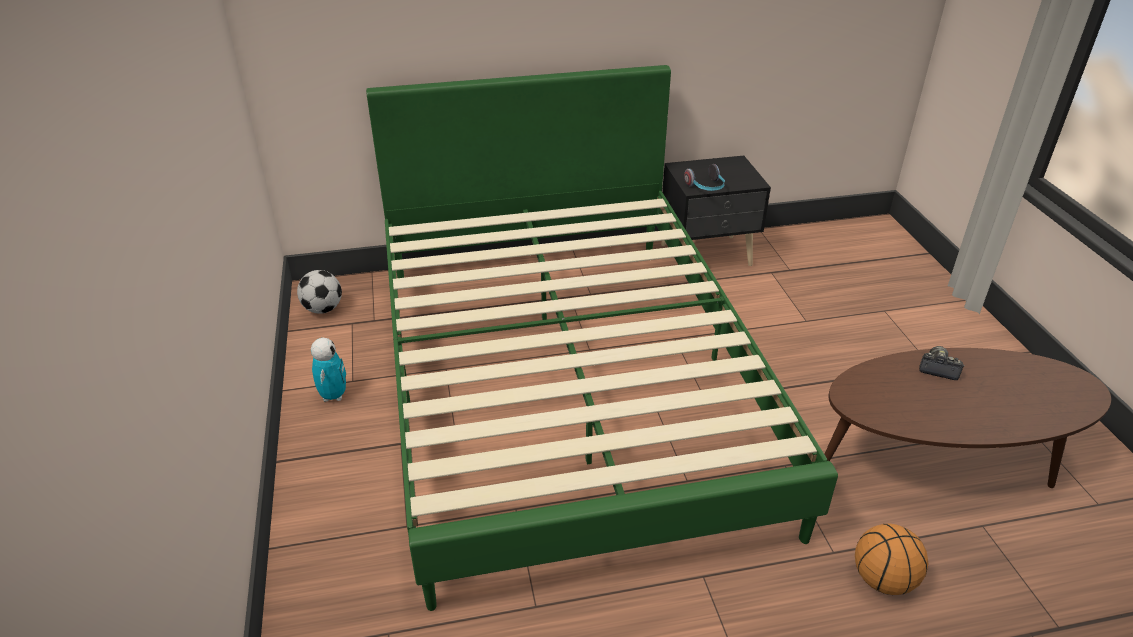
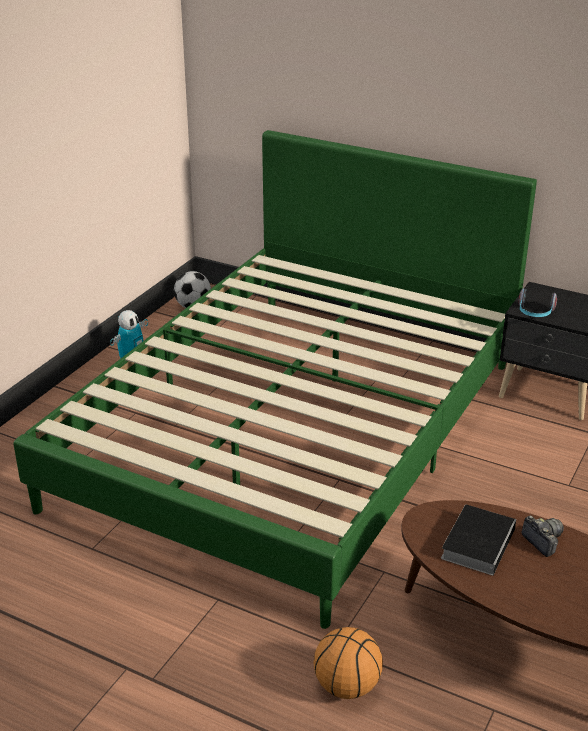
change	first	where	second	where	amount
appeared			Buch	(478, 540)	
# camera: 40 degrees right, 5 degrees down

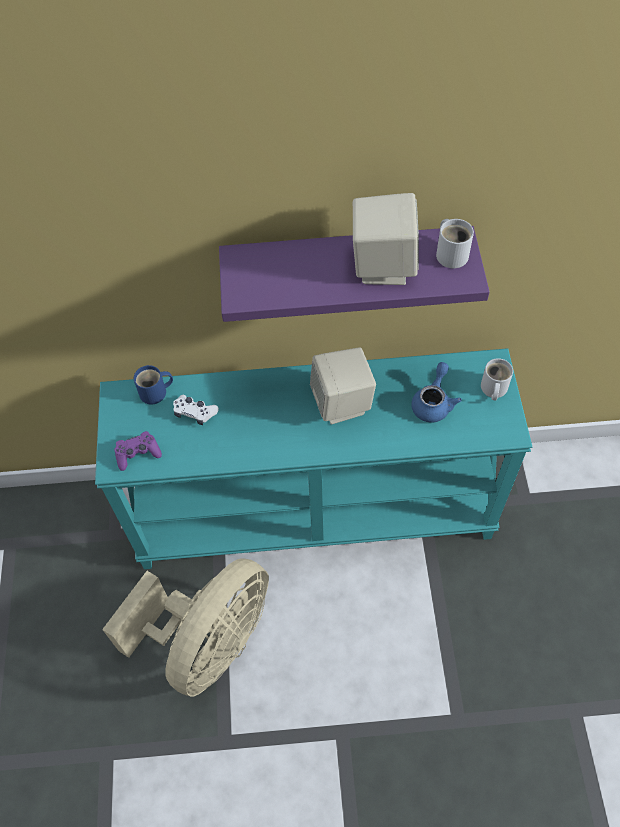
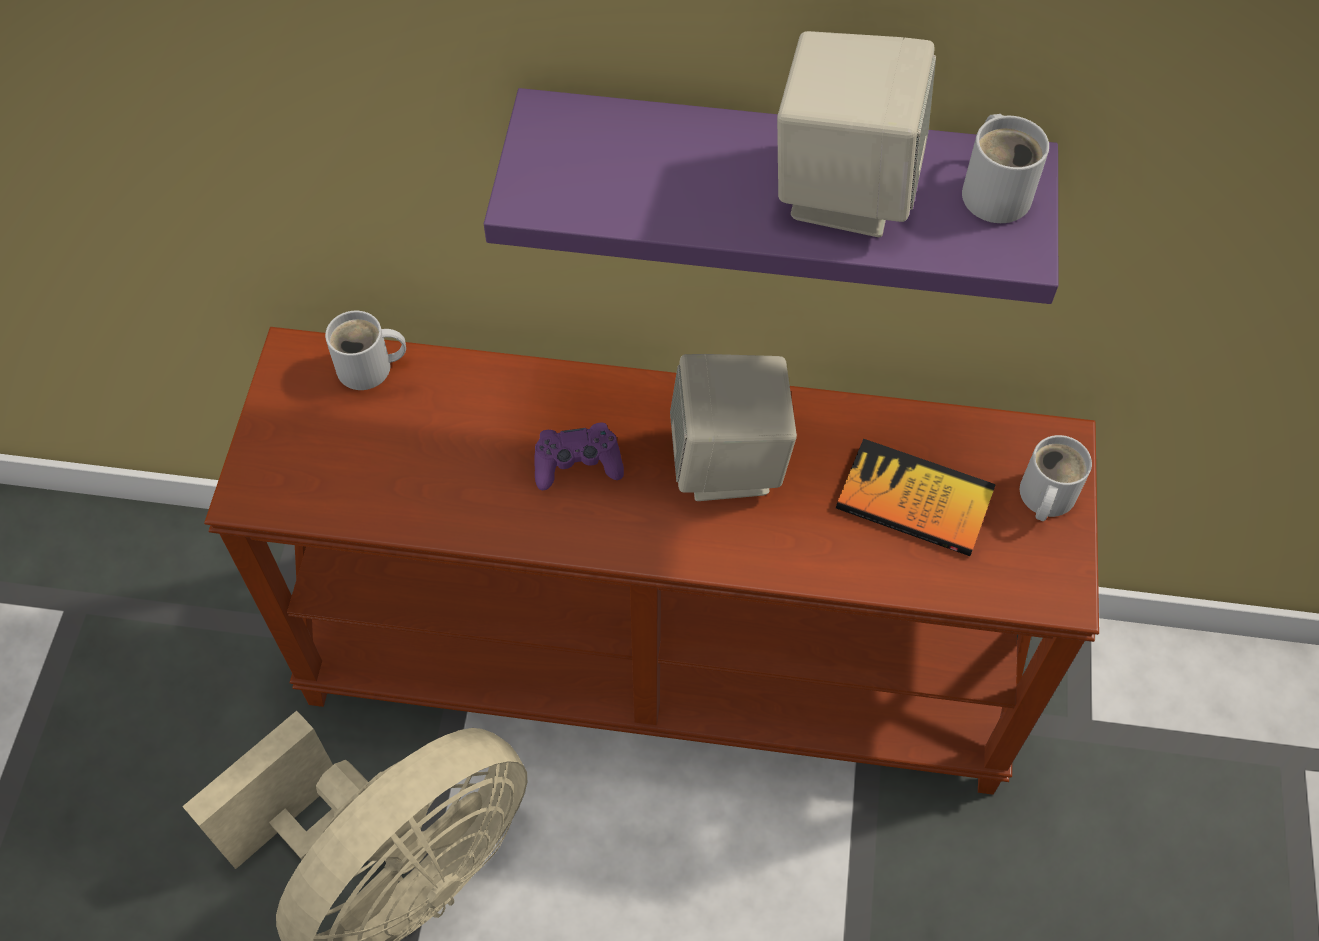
change	first	where	second	where	amount
missing	Gamepad [weiß]	(196, 410)			
relocated	Gamepad [lila]	(138, 451)		(579, 456)	
exchanged	Teekanne [blau]	(436, 392)	Buch	(916, 497)	
colour	Konsolentisch [türkis]	(314, 458)	Konsolentisch [braun]	(651, 561)	
colour	Henkelbecher [blau]	(153, 384)	Henkelbecher [weiß]	(365, 350)	
# camera: 10 degrees right, 0 degrees up

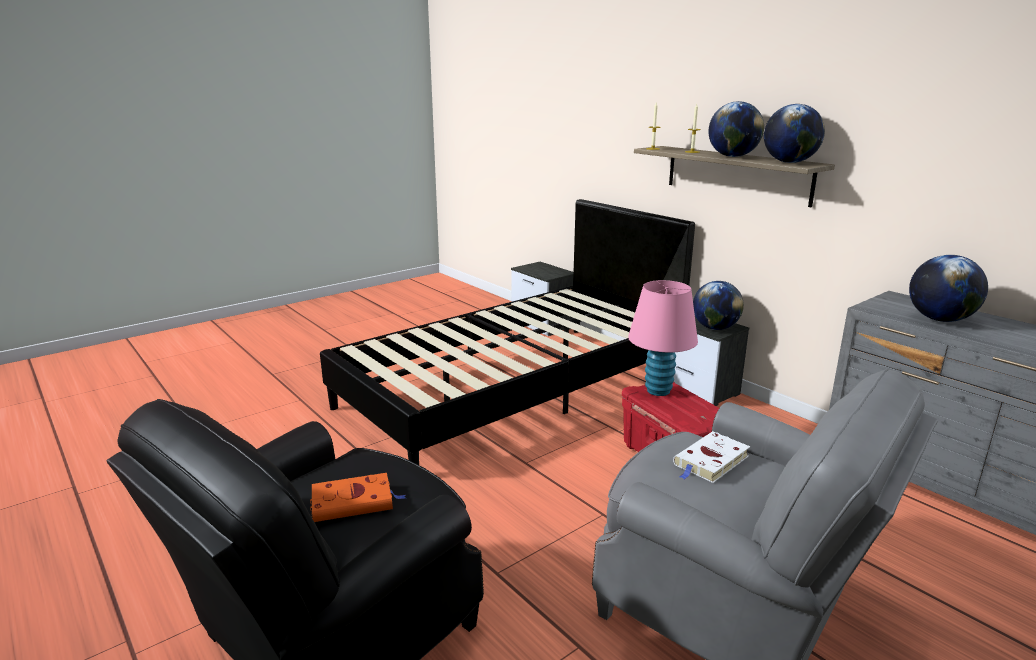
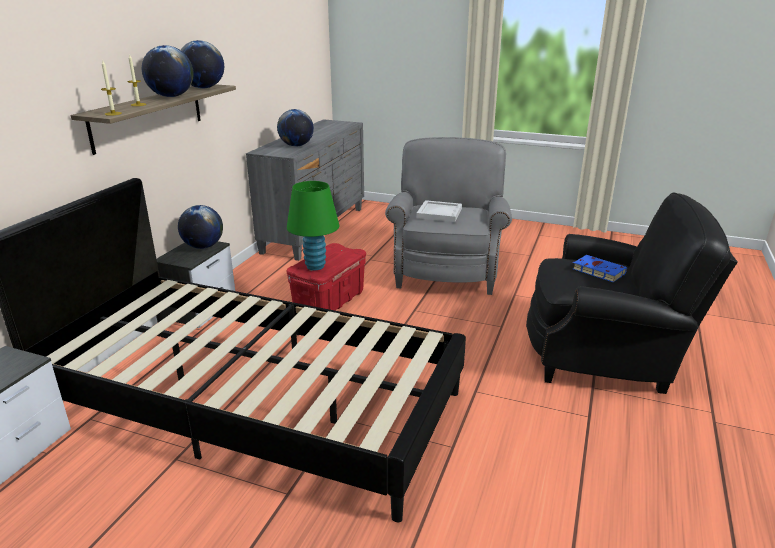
change	first	where	second	where	amount
exchanged	Buch [weiß]	(711, 457)	Tablett [weiß]	(439, 211)	
colour	Buch [orange]	(358, 497)	Buch [blau]	(599, 268)	
colour	Tischlampe [rosa]	(663, 338)	Tischlampe [grün]	(313, 225)	
# camera: 120 degrees left, 5 degrees up

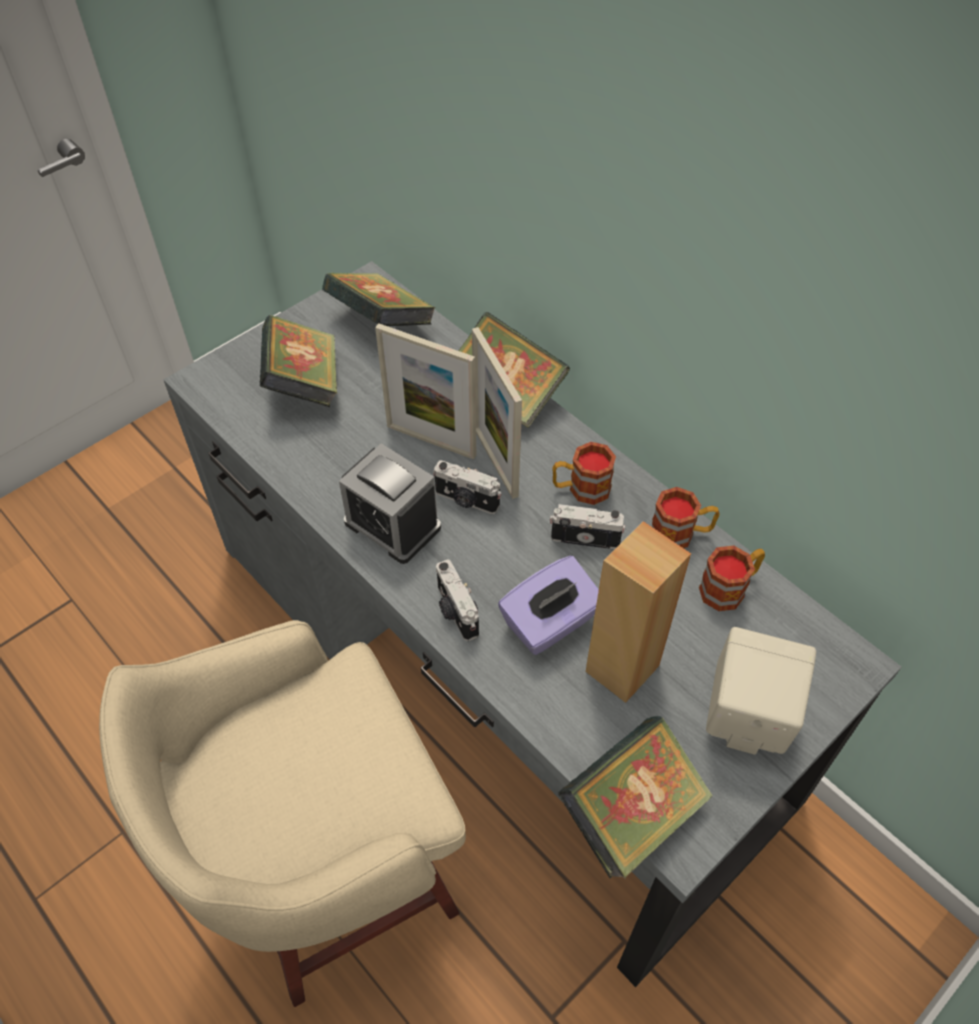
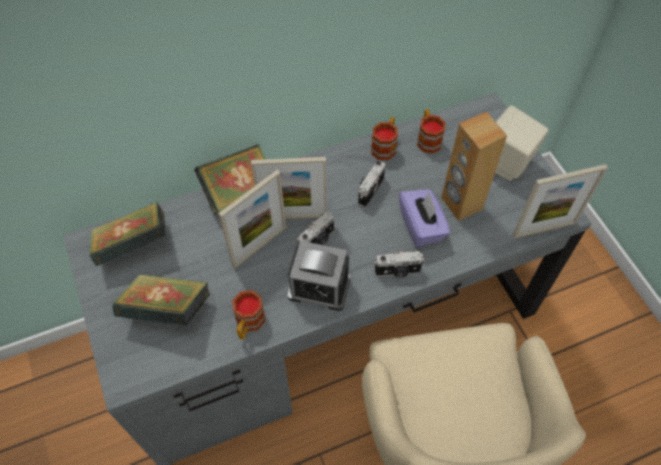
change	first	where	second	where	amount
relocated	Henkelbecher	(584, 473)		(248, 314)	
exchanged	Buch	(635, 797)	Bilderrahmen	(560, 201)	
spun	Wecker	(390, 503)		(319, 276)	45 degrees clockwise
# camera: 70 degrees left, 5 degrees up

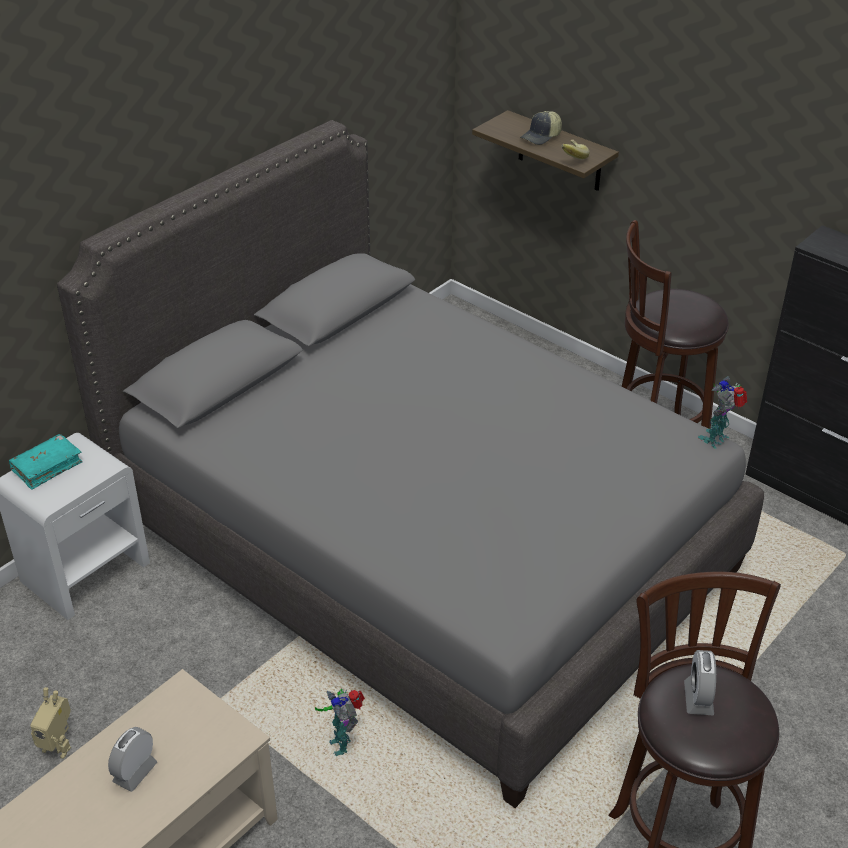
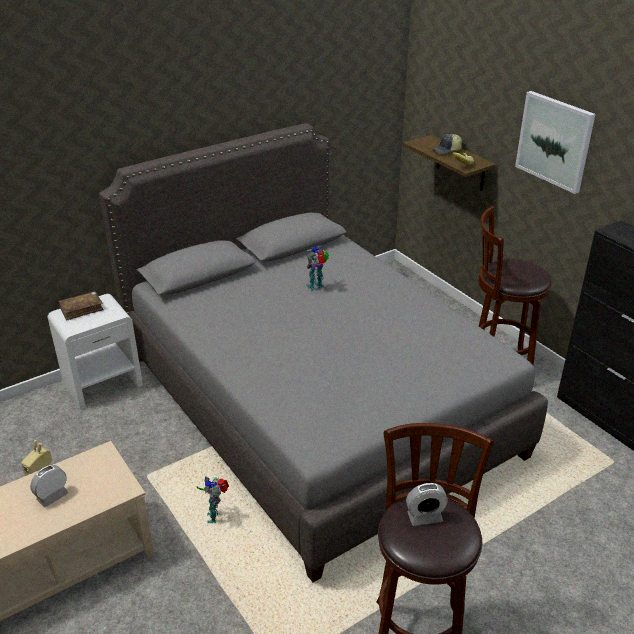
change	first	where	second	where	amount
appeared			Bild	(555, 142)	
relocated	Spielzeugroboter	(722, 412)		(317, 269)	
colour	Buch [türkis]	(46, 462)	Buch [braun]	(81, 305)	
spun	Wecker	(700, 682)		(427, 504)	120 degrees counterclockwise
# camera: 15 degrees right, 5 degrees down

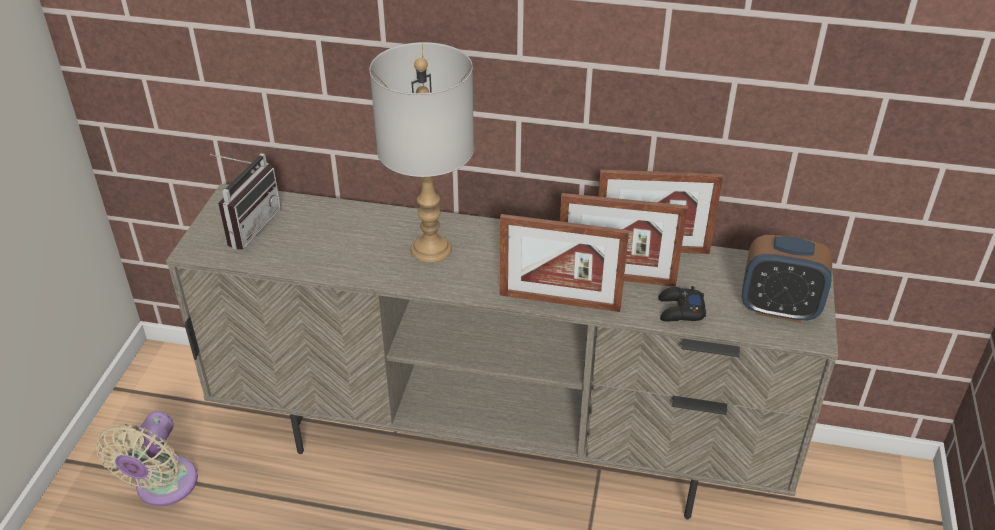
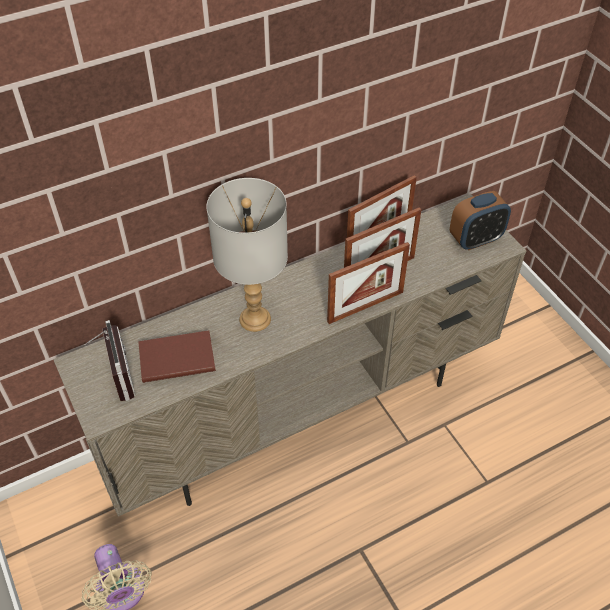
change	first	where	second	where	amount
missing	Gamepad [schwarz]	(682, 304)			
appeared			Buch [braun]	(177, 356)	
# camera: 40 degrees left, 10 degrees up

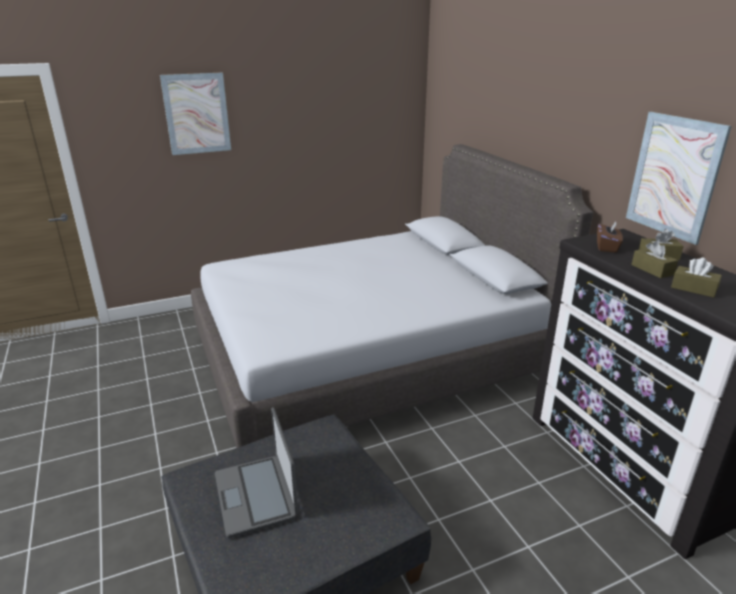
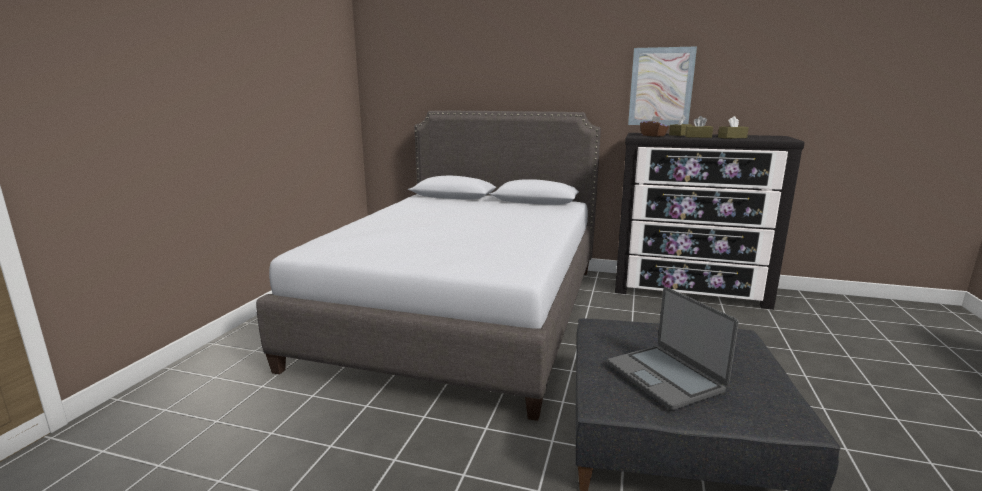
change	first	where	second	where	amount
missing	Bild	(195, 114)			
spun	Laptop	(256, 472)		(673, 348)	45 degrees clockwise
# camera: 50 degrees left, 10 degrees down

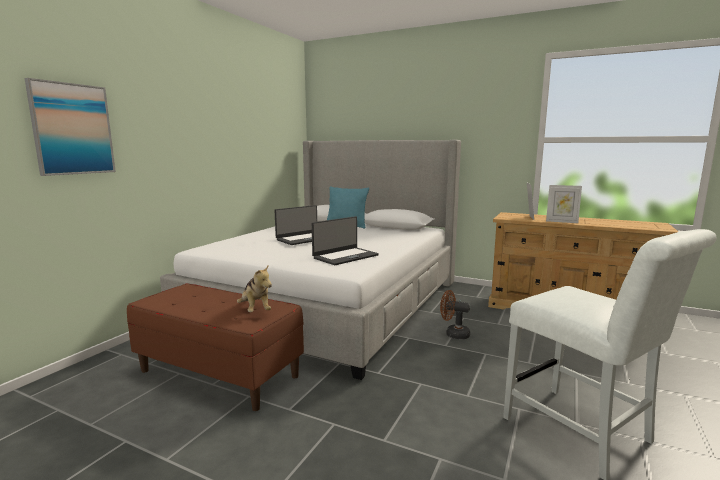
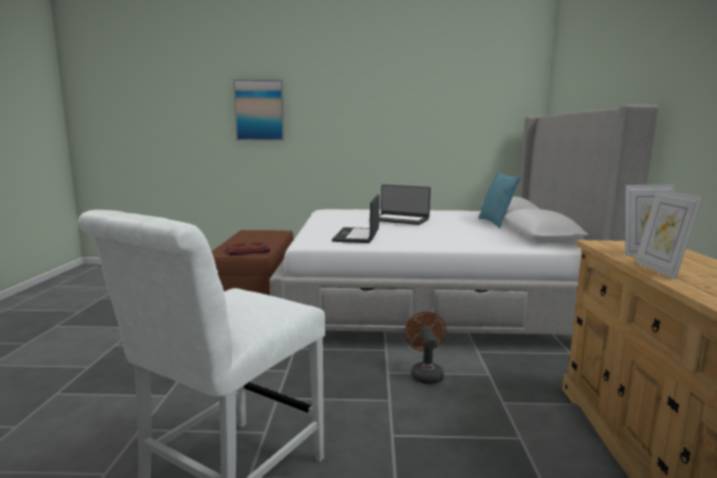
change	first	where	second	where	amount
exchanged	Plüschtier	(254, 288)	Buch	(248, 249)	
spun	Laptop	(345, 240)		(356, 218)	75 degrees clockwise
# camera: 65 degrees right, 0 degrees up

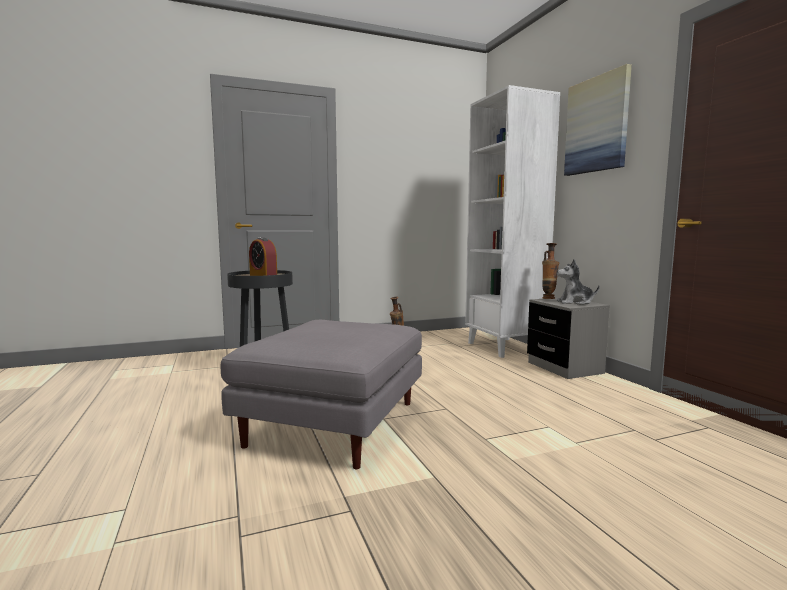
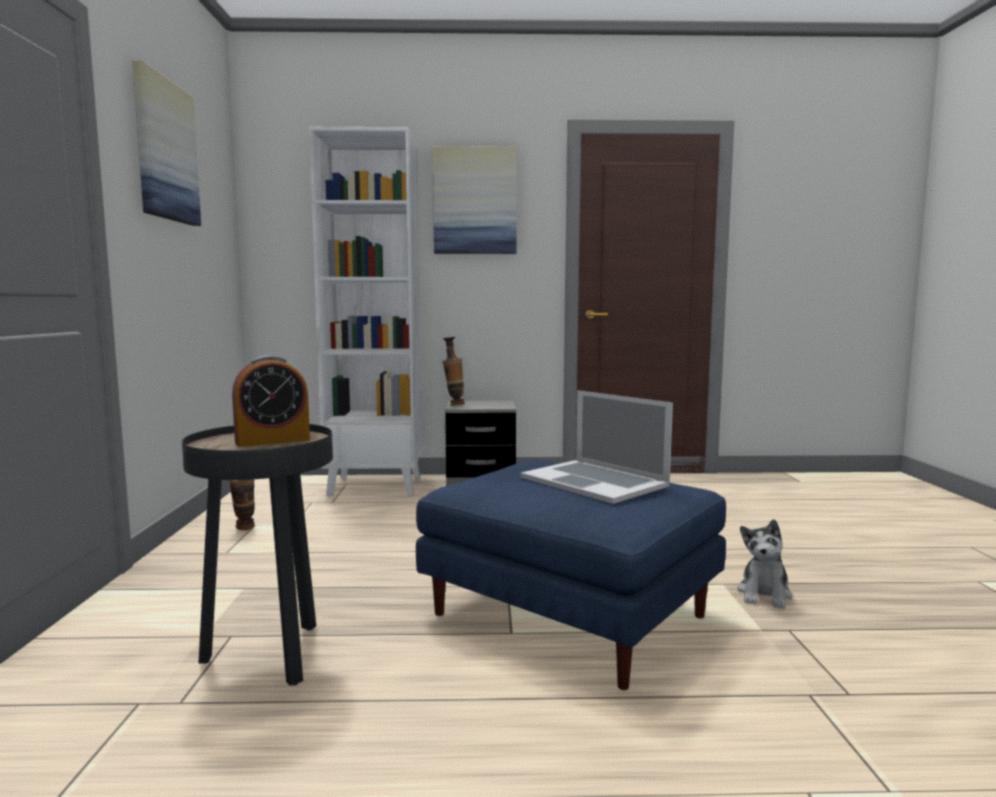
change	first	where	second	where	amount
appeared			Bild	(166, 143)	
appeared			Laptop	(596, 447)	
relocated	Plüschtier	(578, 282)		(765, 564)	
colour	Polsterhocker [grau]	(321, 394)	Polsterhocker [blau]	(571, 575)	
# camera: 70 degrees left, 0 degrees up

